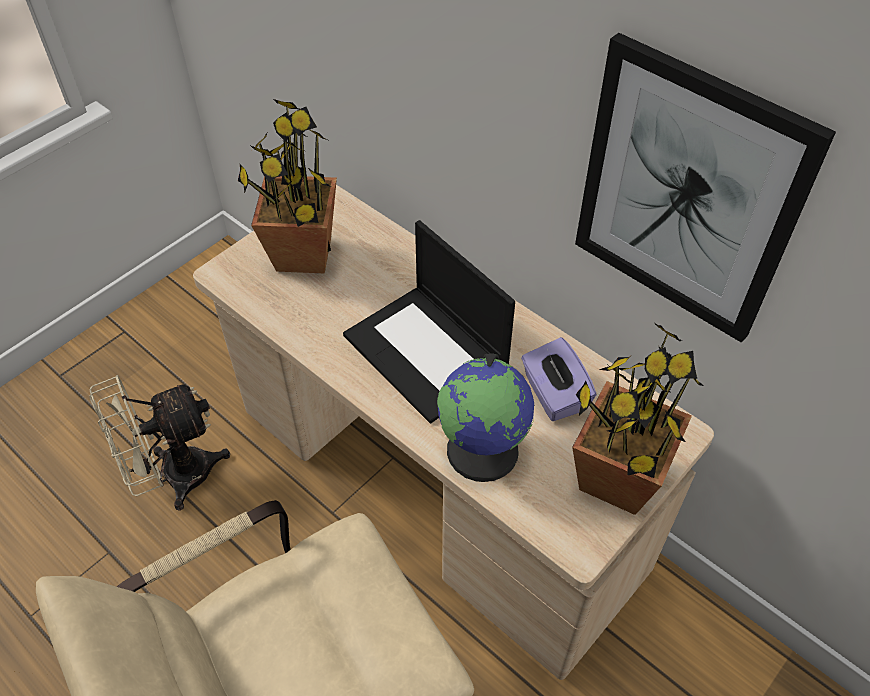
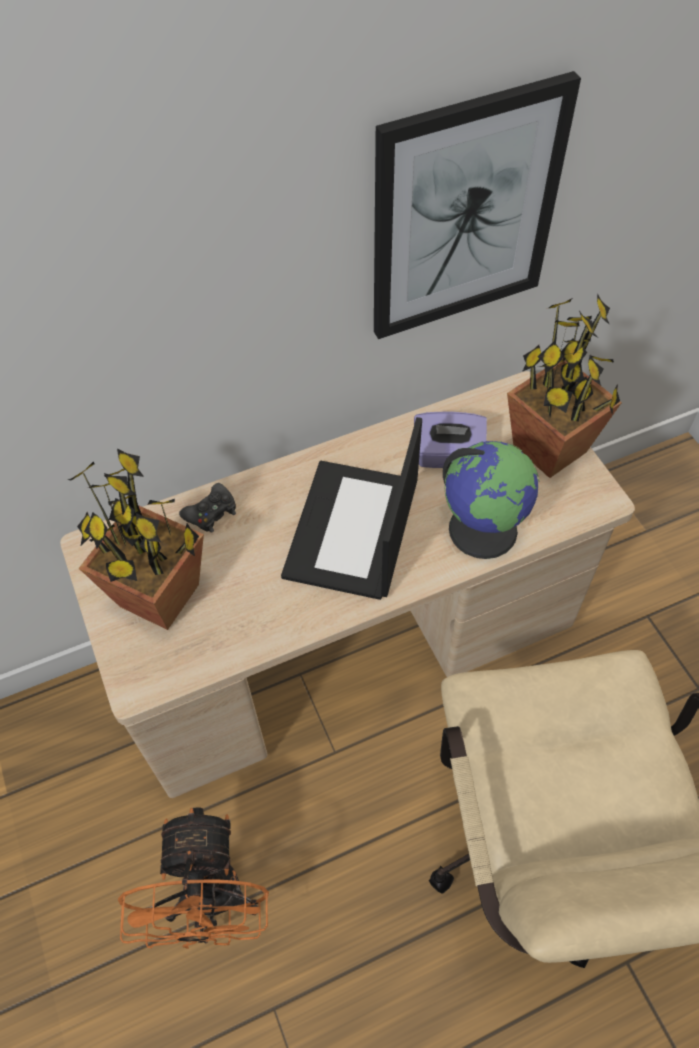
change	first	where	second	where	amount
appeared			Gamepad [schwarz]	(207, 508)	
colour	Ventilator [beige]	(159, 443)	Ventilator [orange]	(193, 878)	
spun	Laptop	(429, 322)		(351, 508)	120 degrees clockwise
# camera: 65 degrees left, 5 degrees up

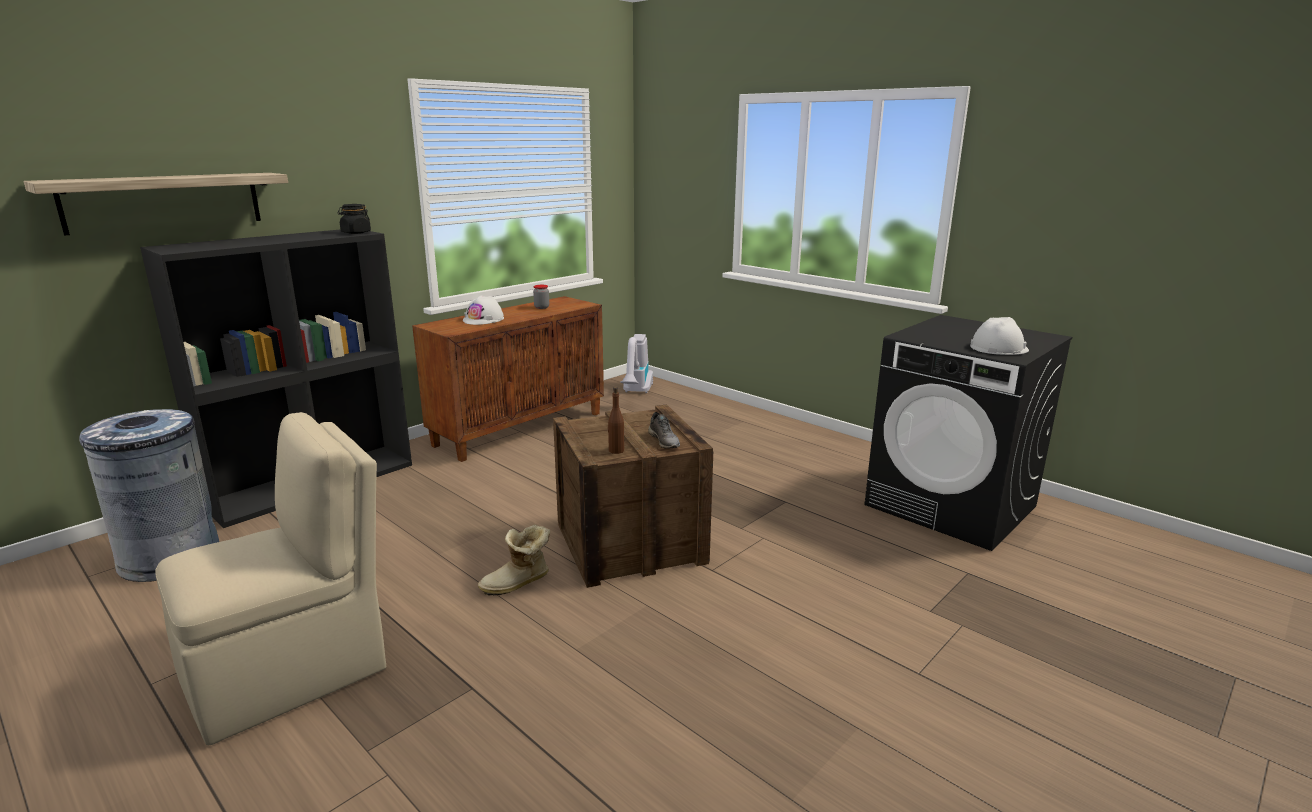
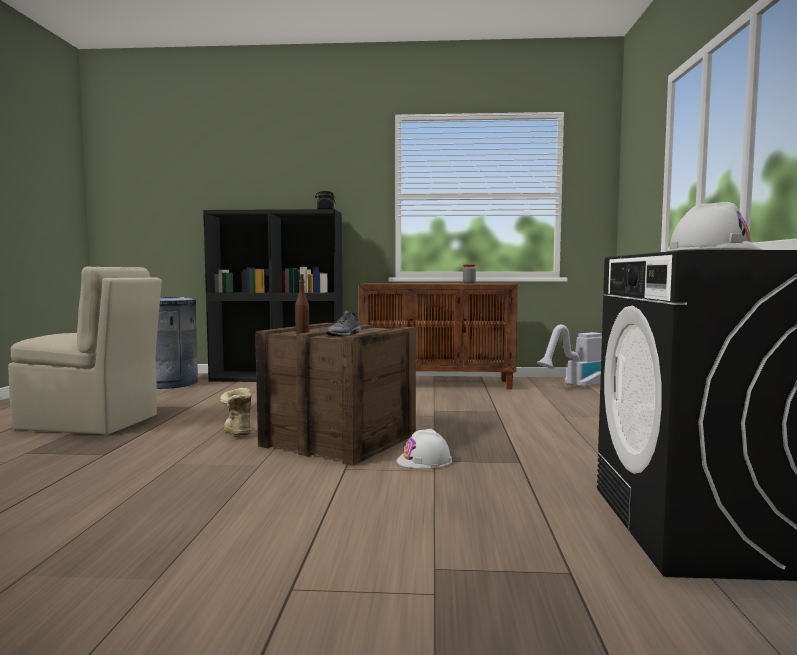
change	first	where	second	where	amount
missing	Wandregal	(155, 204)			
relocated	Schutzhelm [weiß]	(483, 310)		(424, 449)	
spun	Stiefel	(514, 560)		(235, 411)	45 degrees clockwise
# camera: 50 degrees right, 15 degrees down

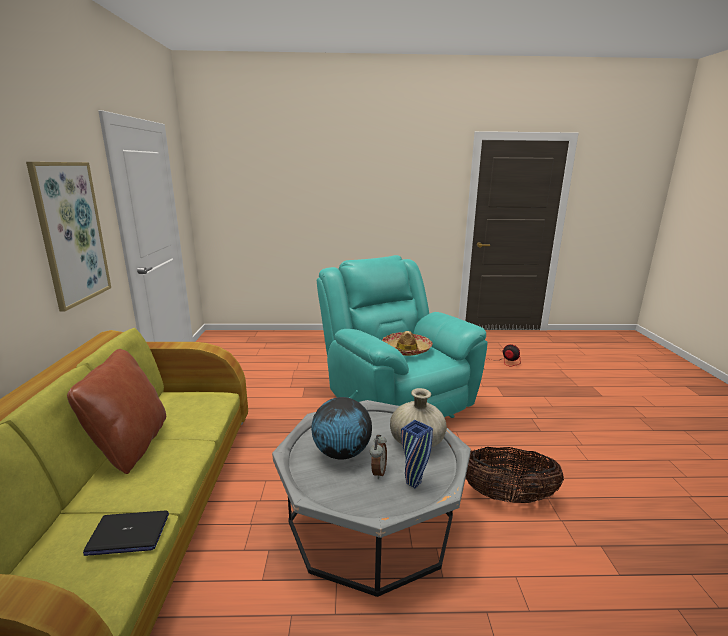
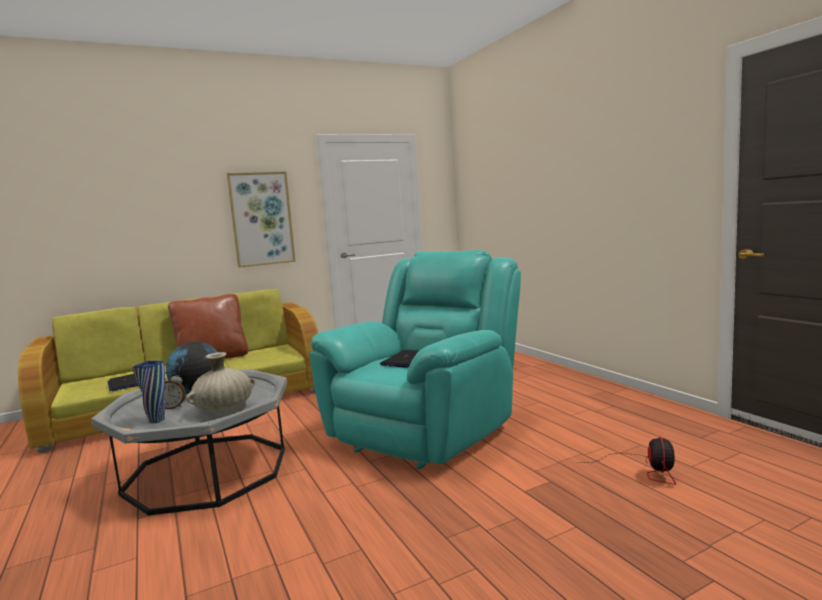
change	first	where	second	where	amount
missing	Korb	(515, 475)			
exchanged	Hut	(407, 343)	Laptop	(399, 359)	
# camera: 65 degrees right, 10 degrees down

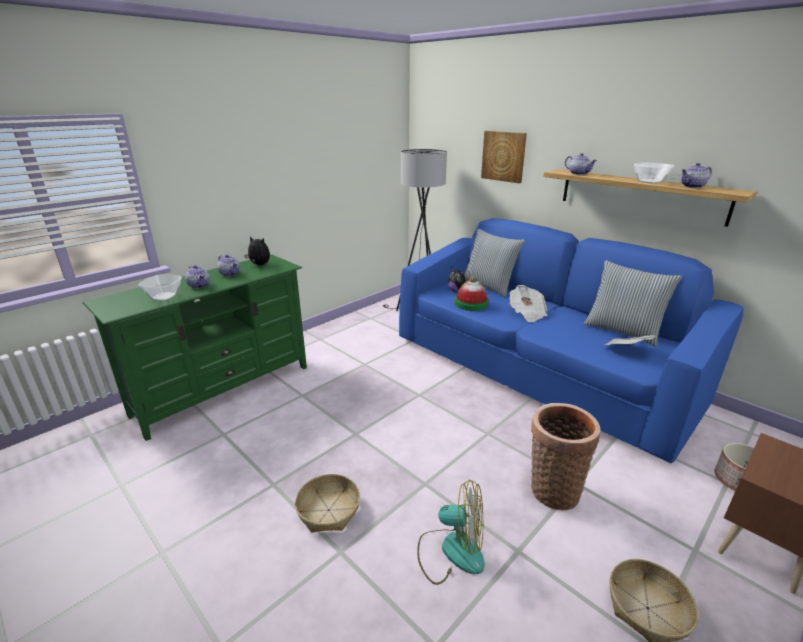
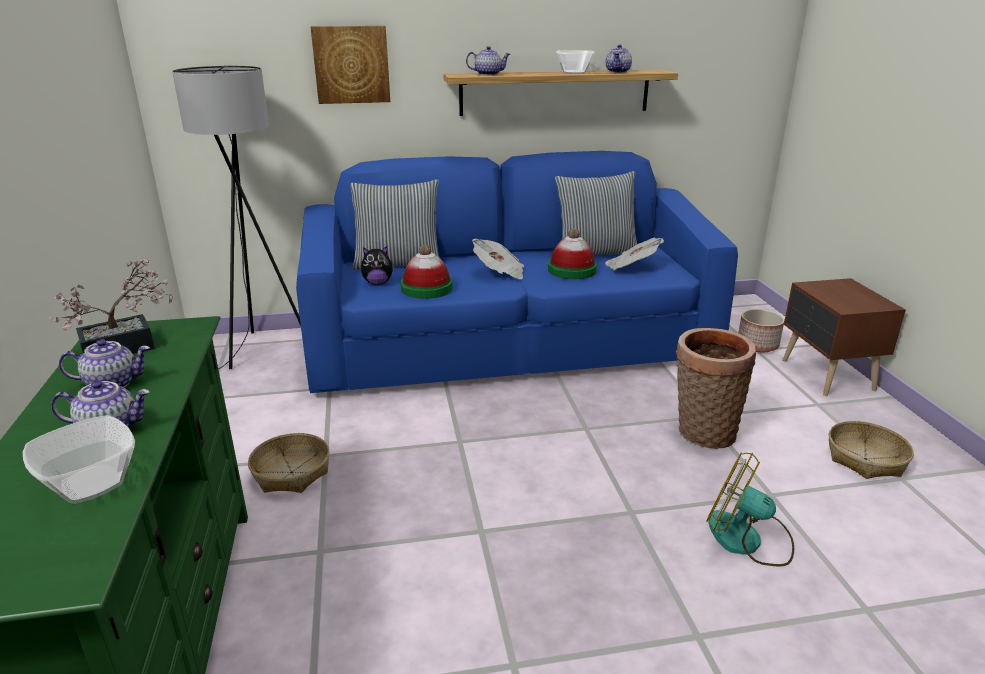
change	first	where	second	where	amount
appeared			Hut	(572, 254)	
relocated	Korb	(327, 503)		(288, 463)	
exchanged	Plüschtier	(257, 250)	Topfpflanze	(111, 306)	
spun	Ventilator	(451, 532)		(750, 509)	105 degrees counterclockwise
# camera: 55 degrees left, 0 degrees up

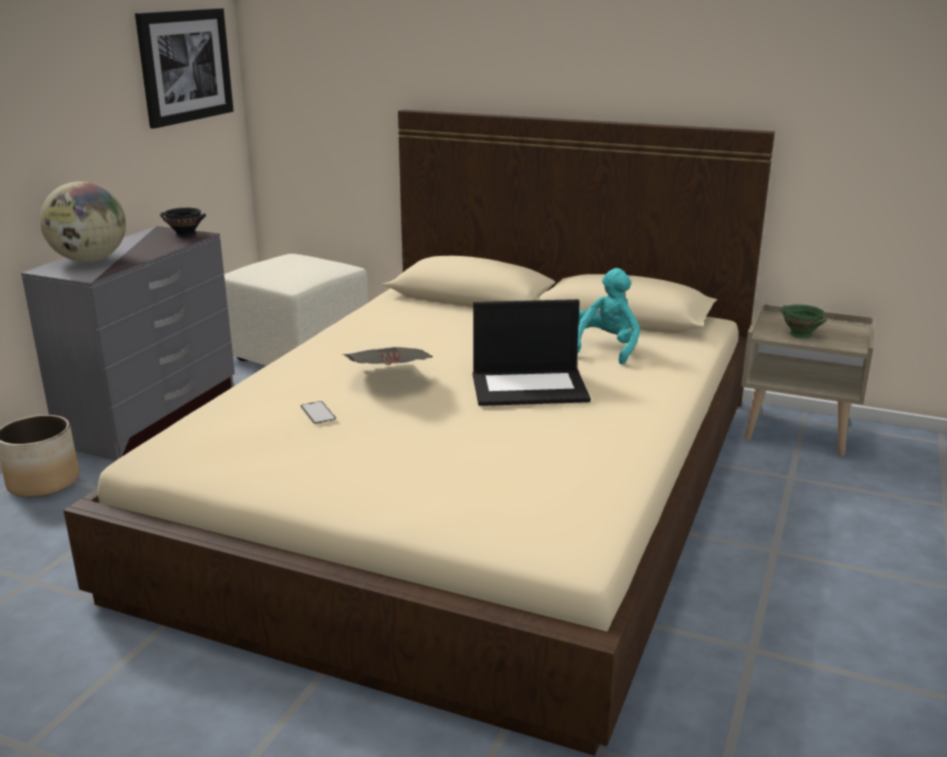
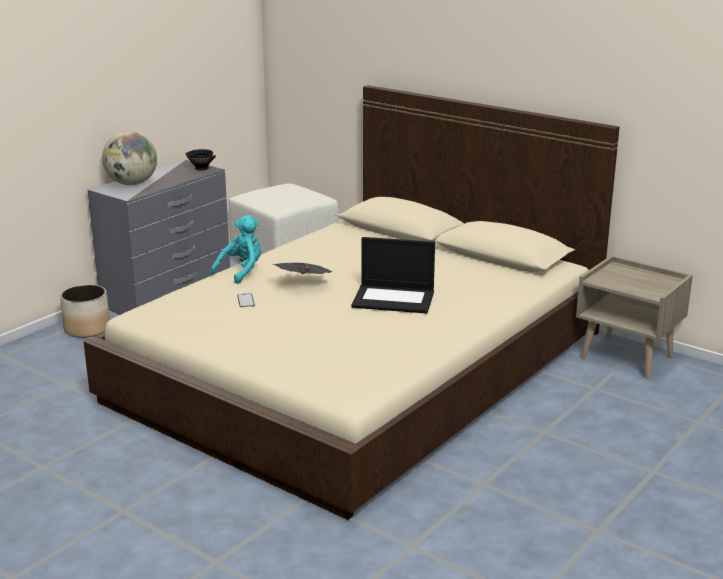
change	first	where	second	where	amount
missing	Bild	(184, 68)			
missing	Schüssel [grün]	(804, 321)			
relocated	Plüschtier [türkis]	(608, 316)		(235, 249)	
# camera: 15 degrees right, 0 degrees up

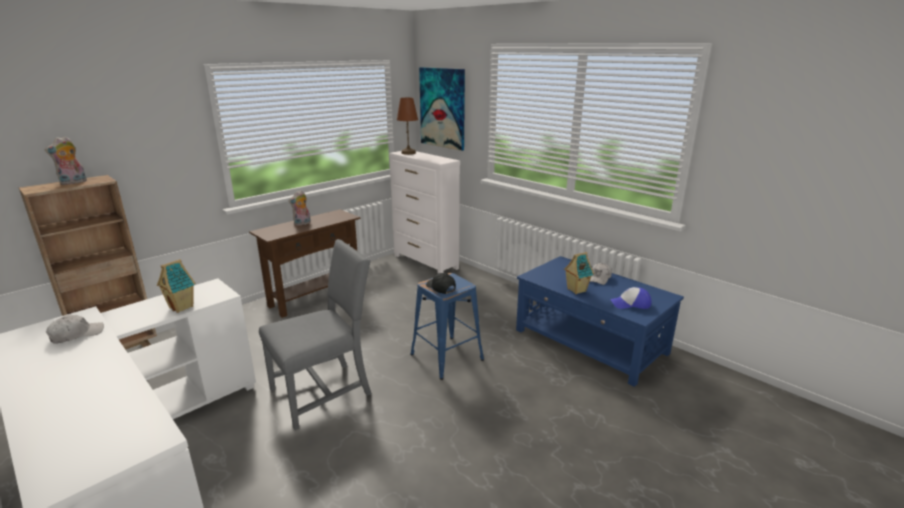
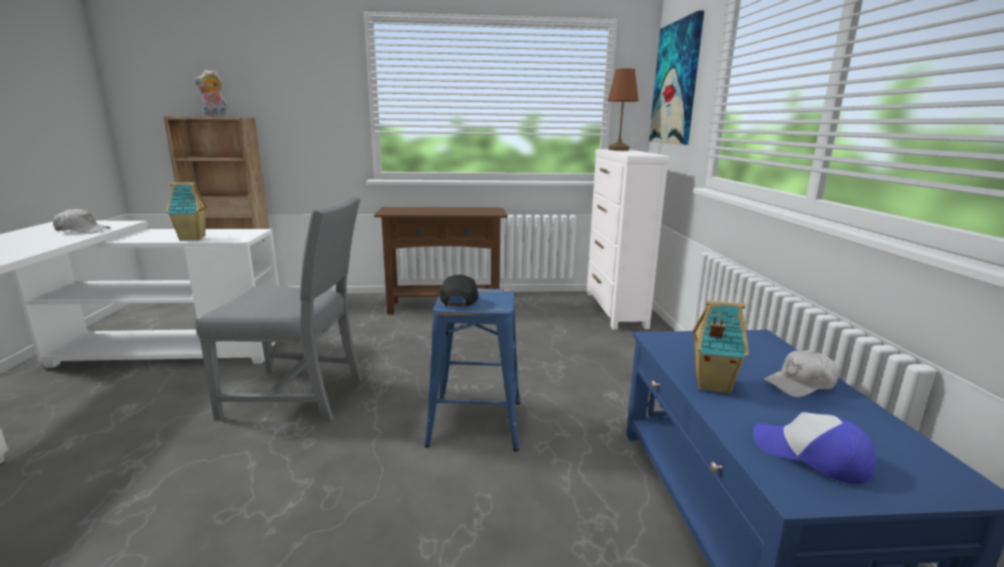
change	first	where	second	where	amount
missing	Plüschtier	(300, 208)			
# camera: 40 degrees right, 5 degrees down

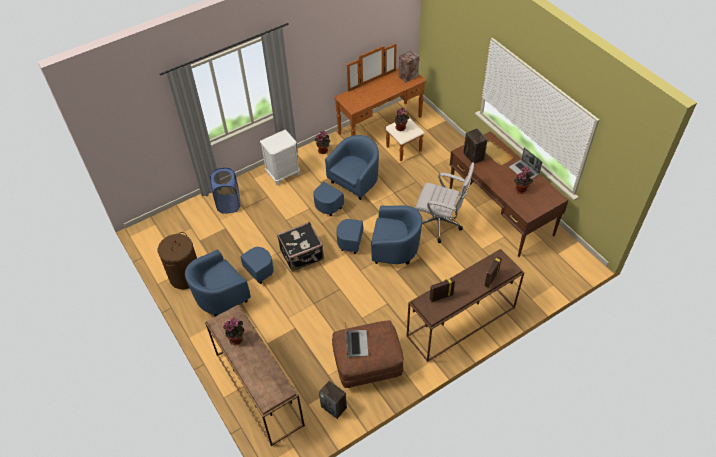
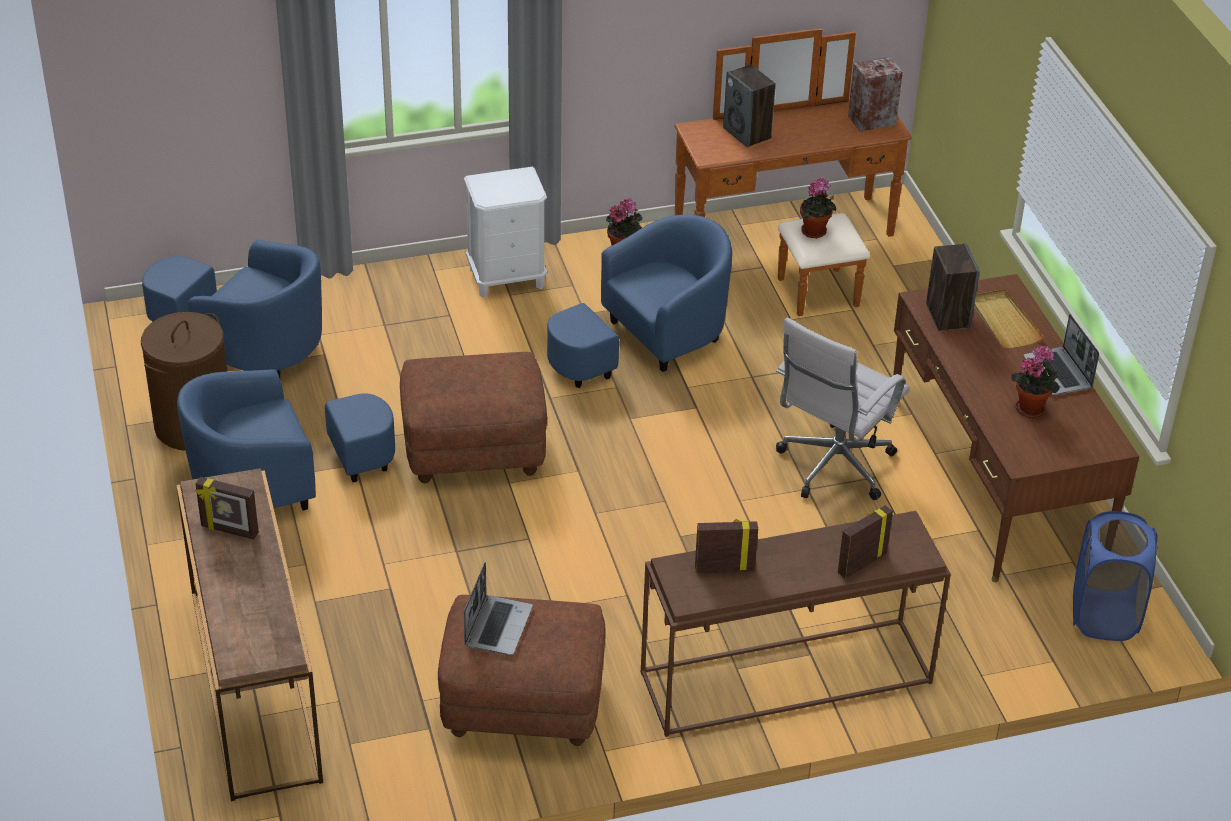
change	first	where	second	where	amount
relocated	Wäschekorb [blau]	(225, 191)		(1115, 576)	
relocated	Lautsprecher	(333, 400)		(749, 106)	
relocated	Sessel [blau]	(379, 235)		(232, 309)	
exchanged	Topfpflanze	(233, 331)	Bilderrahmen	(227, 508)	
exchanged	Koffer [schwarz]	(300, 247)	Polsterhocker [braun]	(473, 417)	
spun	Bürostuhl [weiß]	(444, 202)		(843, 409)	90 degrees clockwise
# camera: 15 degrees right, 10 degrees down

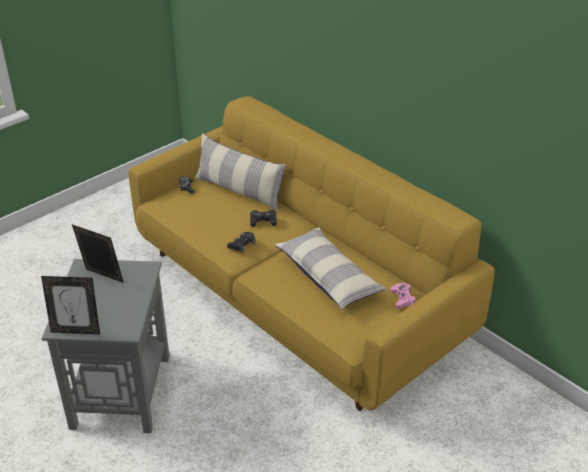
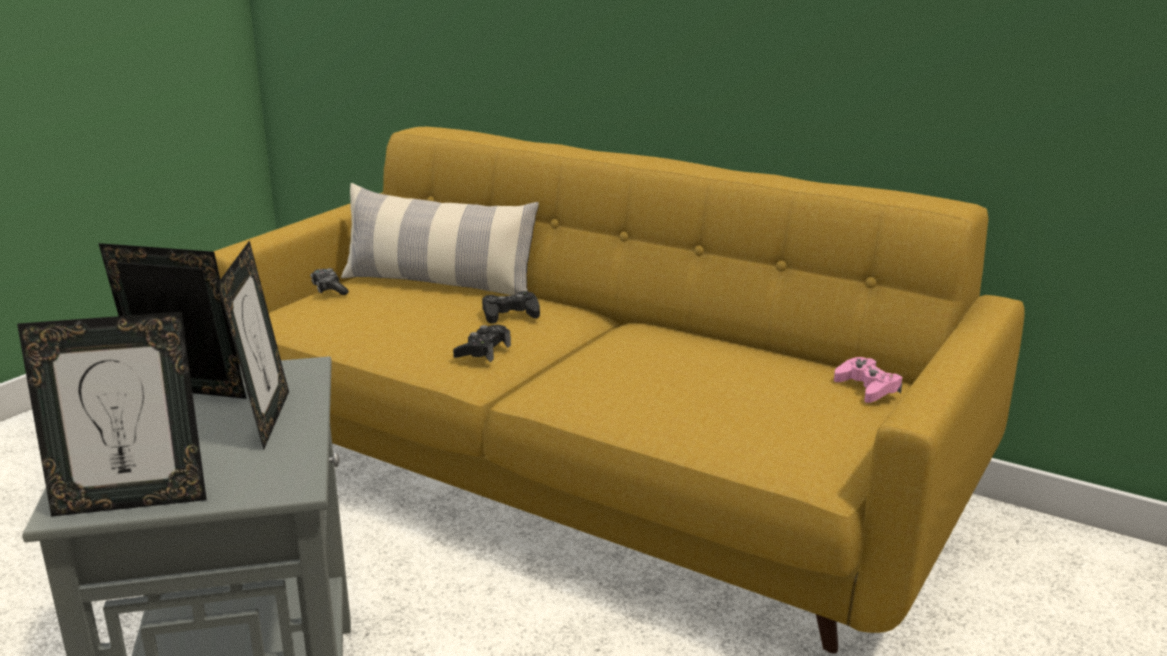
change	first	where	second	where	amount
missing	Kissen	(330, 268)			
appeared			Bilderrahmen	(253, 345)	
# camera: 15 degrees left, 15 degrees down

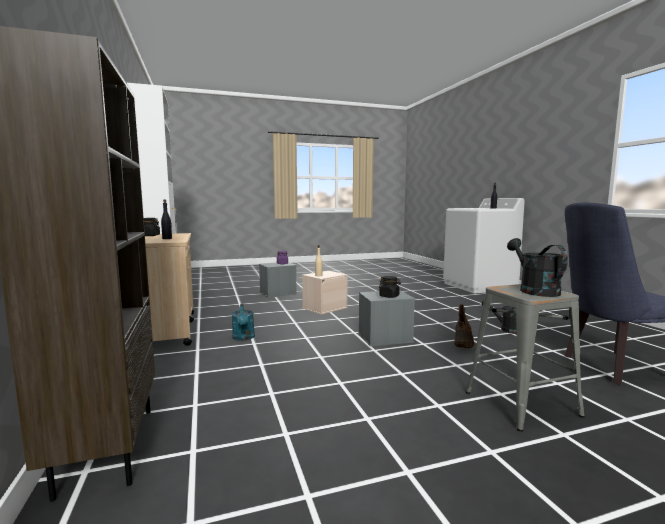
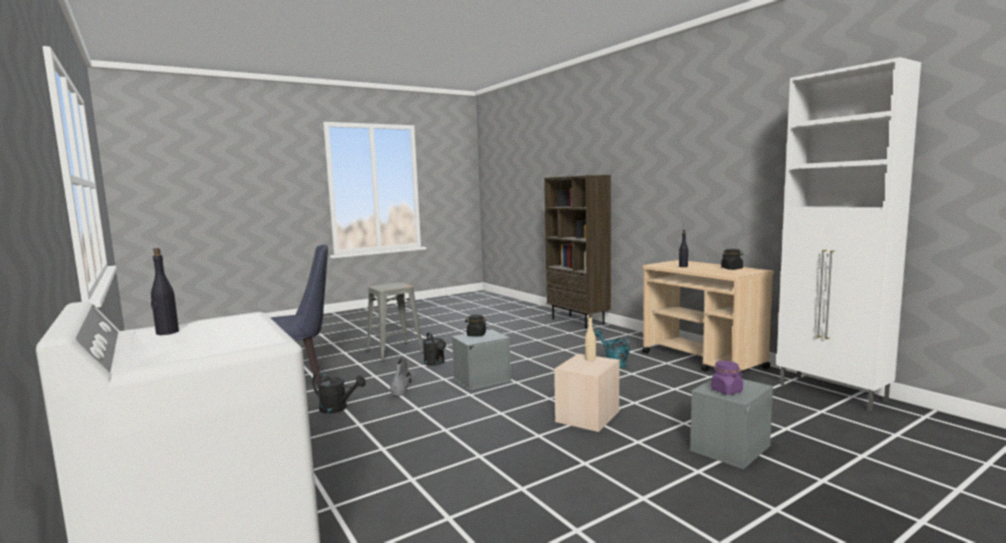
change	first	where	second	where	amount
relocated	Gießkanne [schwarz]	(537, 267)		(434, 349)	
colour	Stiefel [braun]	(464, 326)	Stiefel [grau]	(402, 376)	
# camera: 165 degrees right, 0 degrees up

